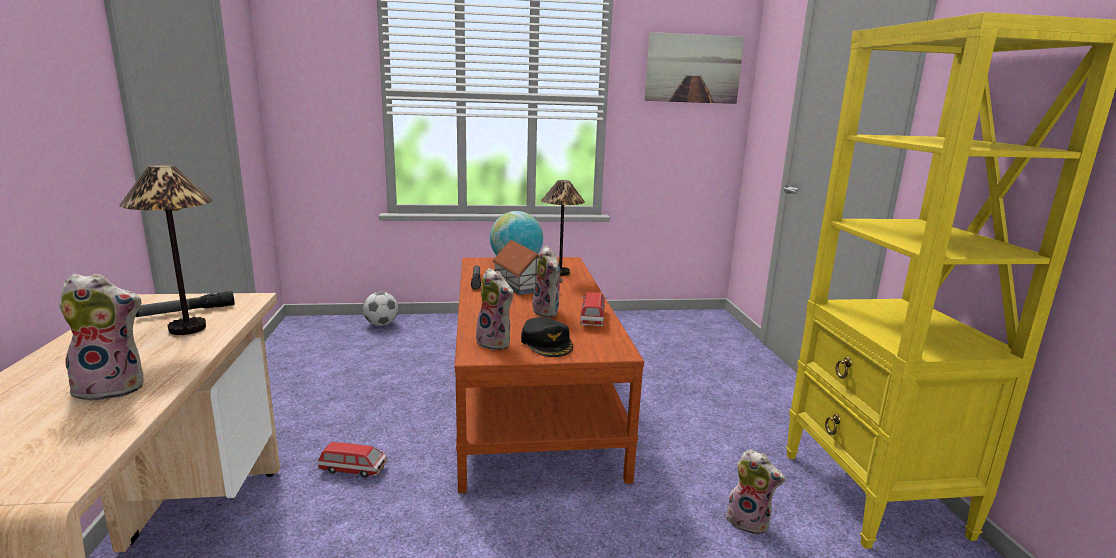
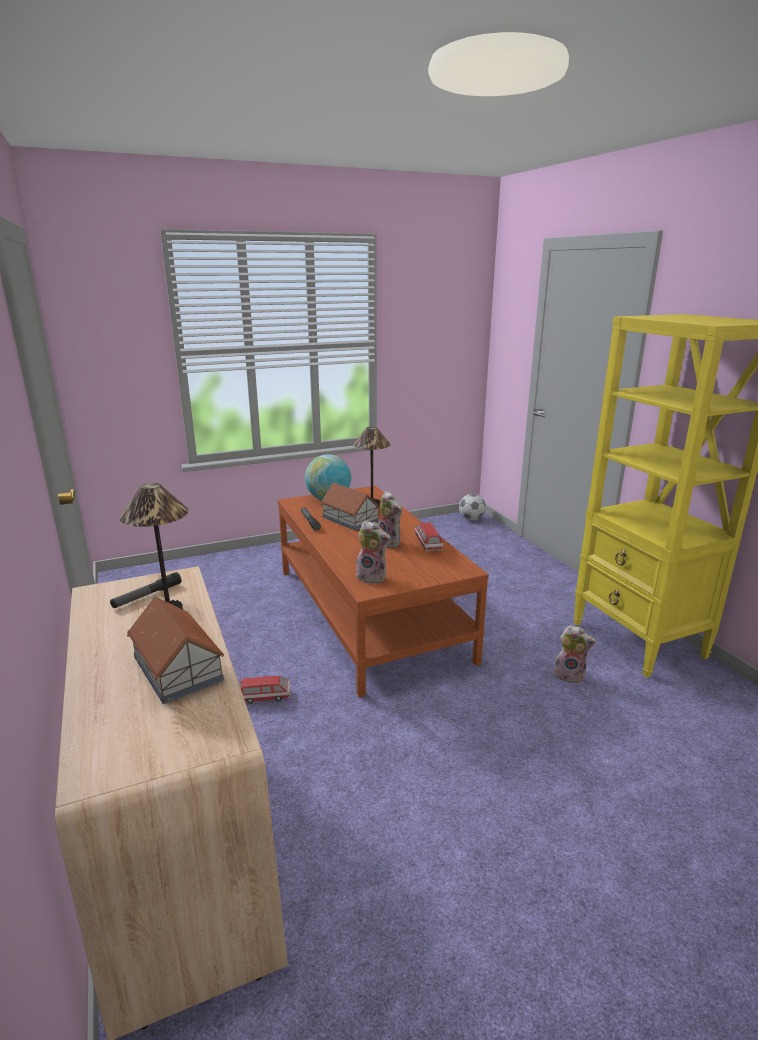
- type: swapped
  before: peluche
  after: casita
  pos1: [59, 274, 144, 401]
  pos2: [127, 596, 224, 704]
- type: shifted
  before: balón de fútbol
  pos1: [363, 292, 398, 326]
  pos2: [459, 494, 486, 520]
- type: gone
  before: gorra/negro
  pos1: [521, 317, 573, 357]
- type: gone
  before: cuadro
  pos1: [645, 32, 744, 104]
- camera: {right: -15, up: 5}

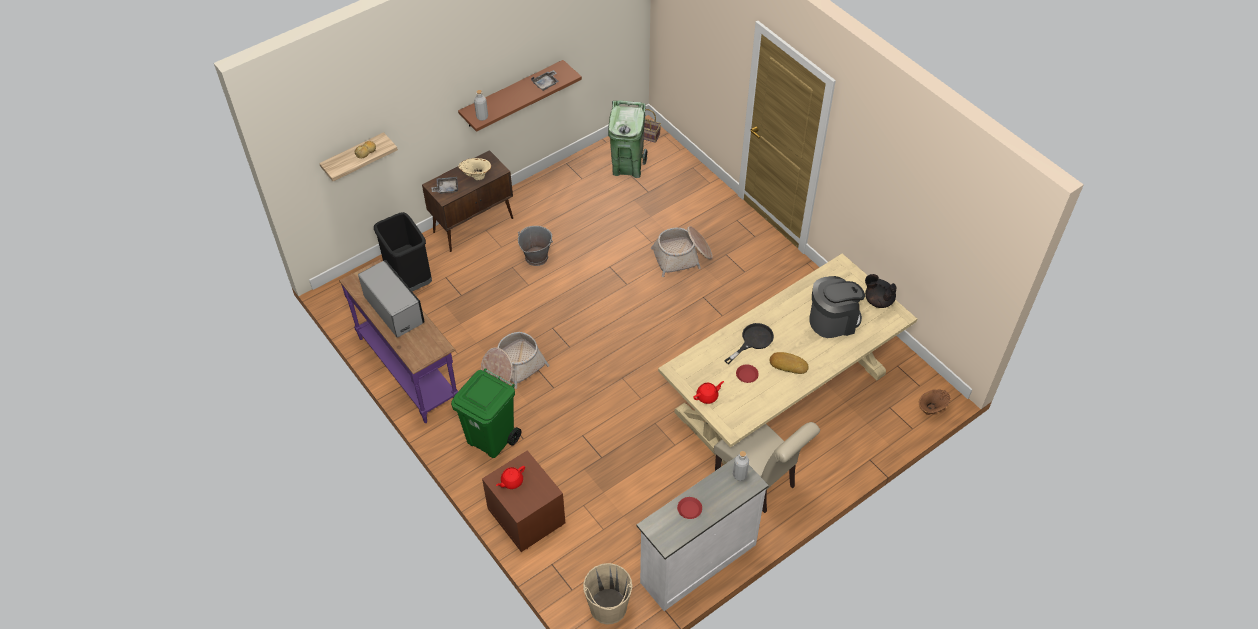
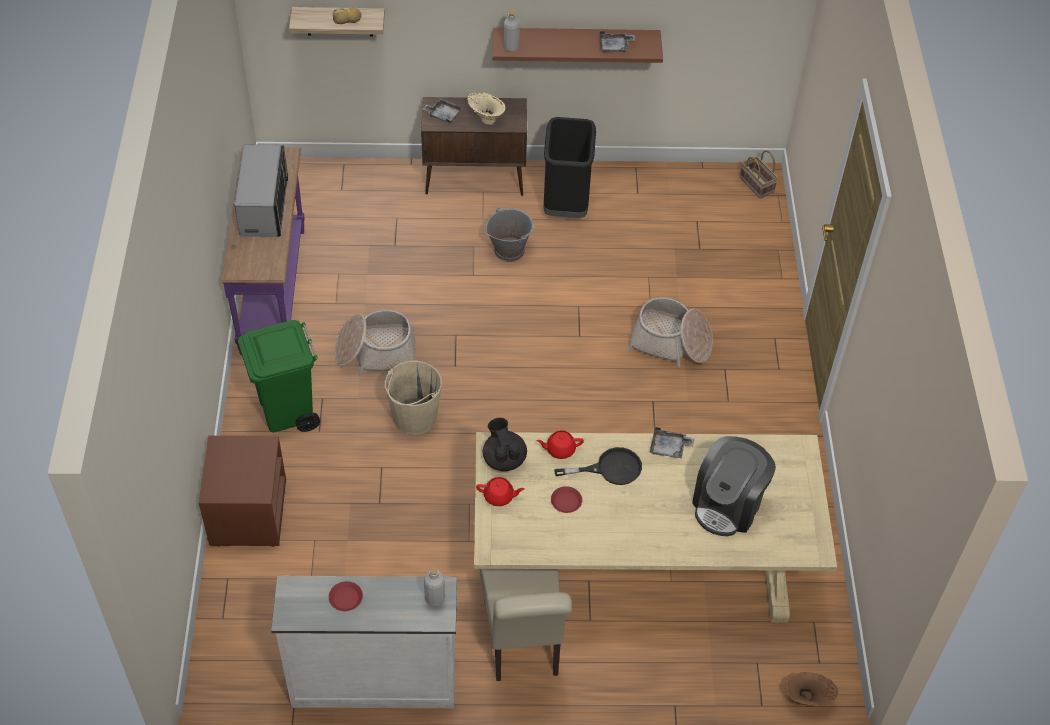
- type: shifted
  before: papelera/negro
  pos1: [374, 212, 432, 291]
  pos2: [544, 117, 596, 218]
- type: shifted
  before: tetera/rojo
  pos1: [496, 466, 525, 489]
  pos2: [536, 430, 584, 459]
- type: shifted
  before: cubo/beis
  pos1: [583, 563, 632, 625]
  pos2: [385, 361, 442, 435]
- type: gone
  before: papelera/verde
  pos1: [608, 101, 648, 178]
- type: gone
  before: pan
  pos1: [770, 352, 809, 374]
- type: rotated
  before: cafetera
  pos1: [809, 276, 865, 338]
  pos2: [692, 436, 776, 536]
  turn: 105
- type: shifted
  before: tetera/negro
  pos1: [865, 274, 896, 308]
  pos2: [483, 418, 527, 471]
- type: new
  after: bandeja/gris
  pos2: [650, 427, 694, 458]
- camera: {right: 35, up: 0}

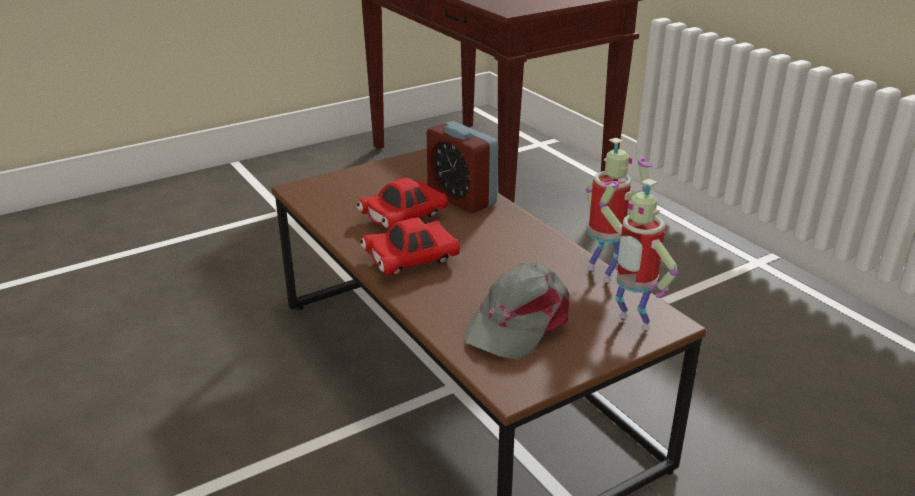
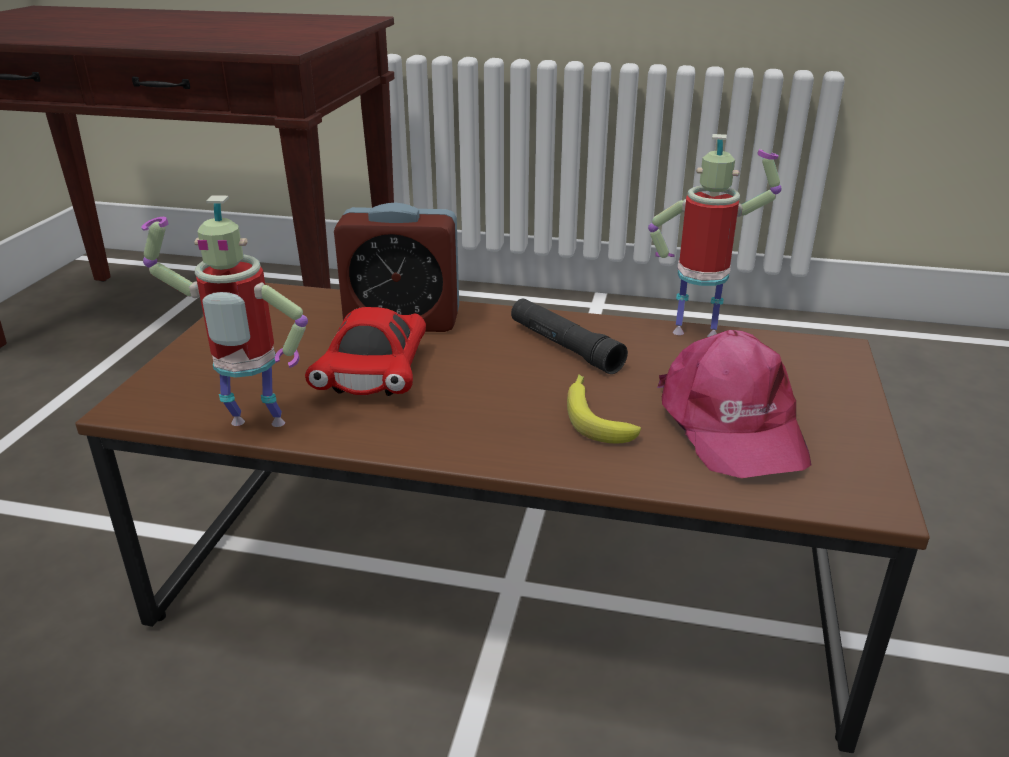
- type: gone
  before: coche de juguete/rojo
  pos1: [361, 218, 460, 275]
- type: repainted
  before: gorra/gris
  after: gorra/rosa
  pos1: [465, 263, 569, 360]
  pos2: [657, 330, 811, 478]
- type: shifted
  before: robot de juguete
  pos1: [599, 178, 678, 330]
  pos2: [141, 195, 308, 427]
- type: new
  after: linterna/negro
  pos2: [511, 299, 628, 374]
- type: new
  after: plátano
  pos2: [567, 374, 641, 444]
- camera: {right: -45, up: 0}

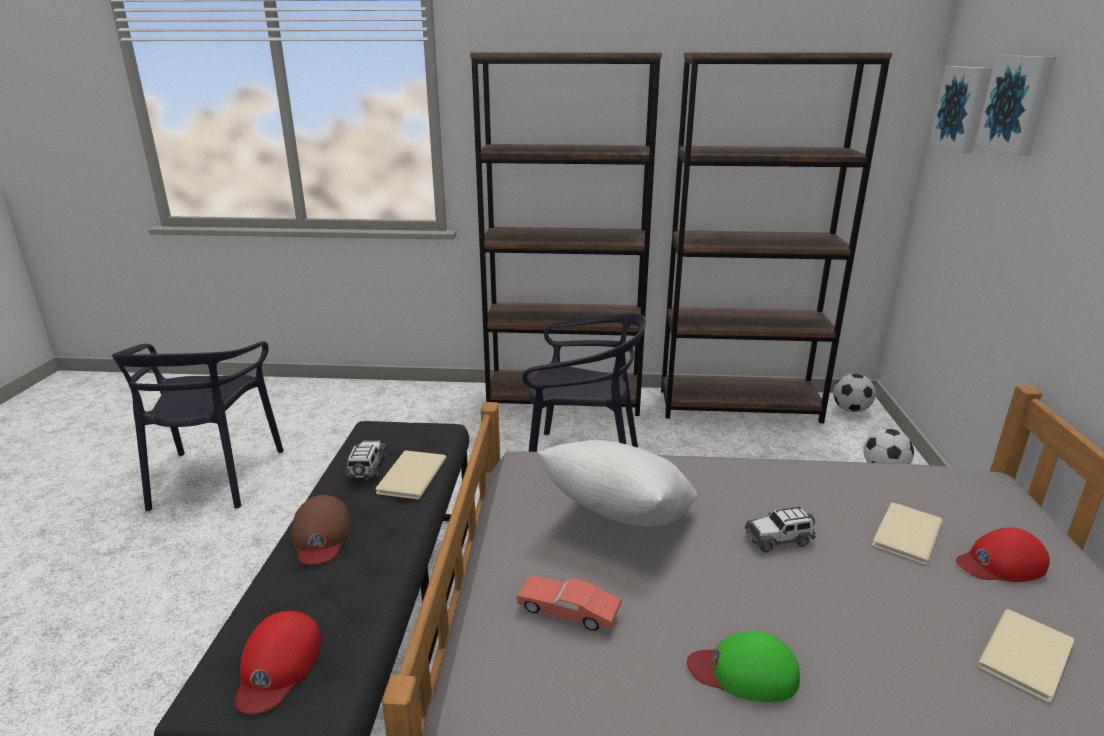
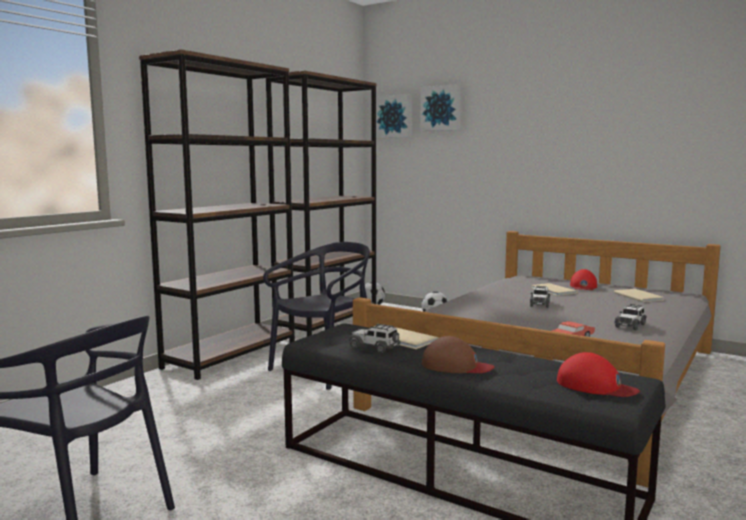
- type: gone
  before: cojín/blanco
  pos1: [538, 440, 698, 526]
- type: swapped
  before: gorra/verde
  after: coche de juguete
  pos1: [687, 631, 800, 702]
  pos2: [614, 304, 646, 330]
- camera: {right: -60, up: -15}

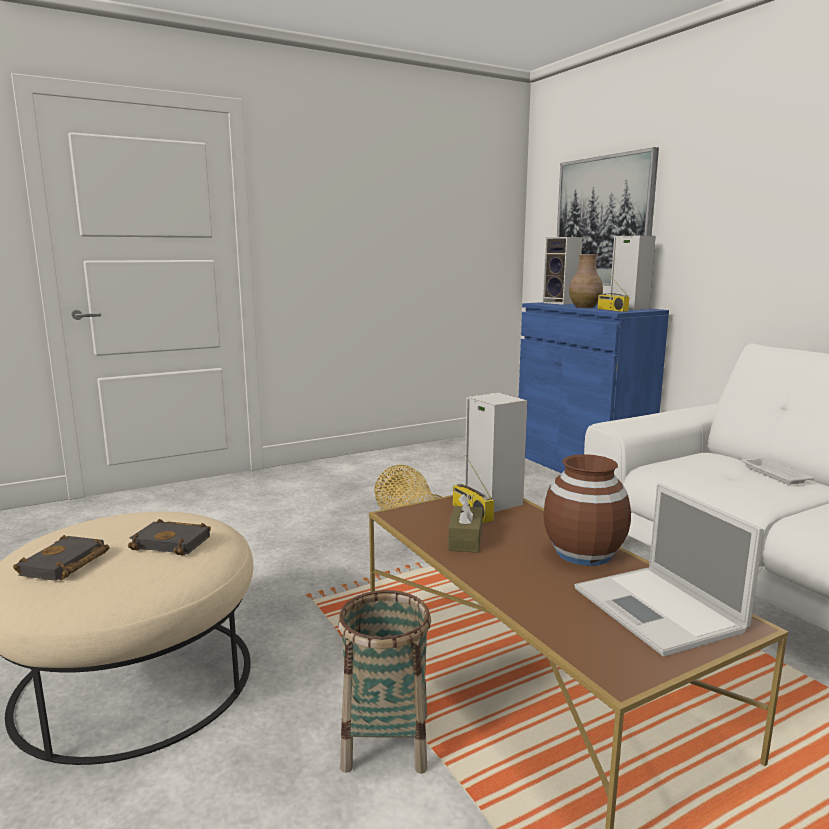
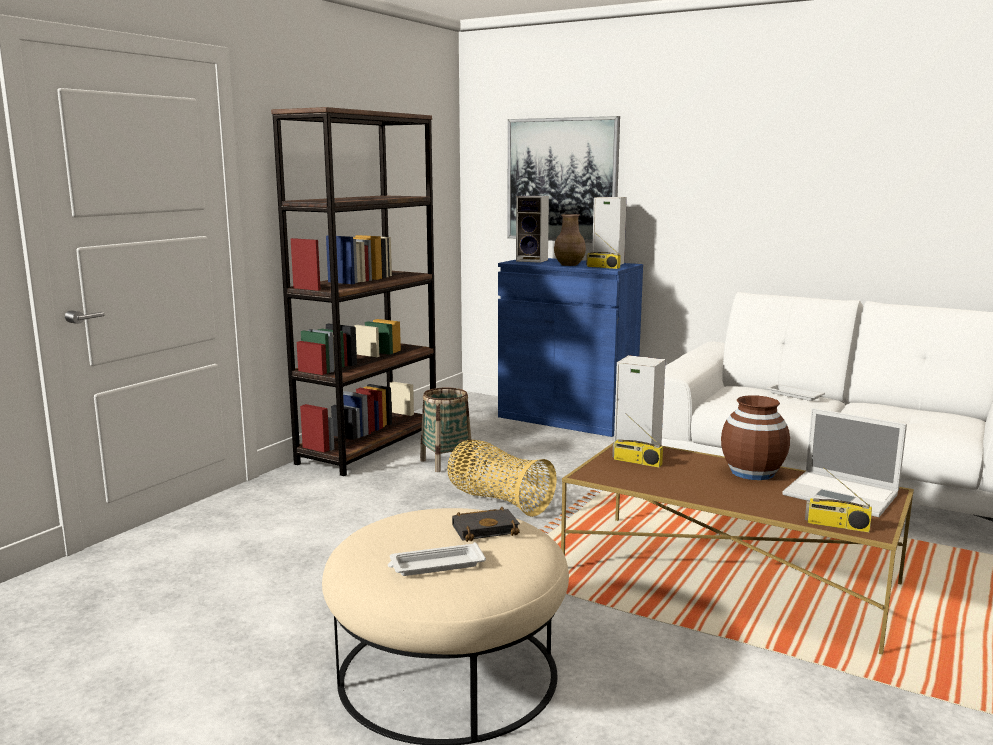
- type: swapped
  before: libro/negro
  after: bandeja/blanco
  pos1: [13, 535, 110, 581]
  pos2: [388, 542, 486, 576]
- type: shifted
  before: cesta
  pos1: [338, 590, 431, 774]
  pos2: [420, 387, 473, 472]
- type: gone
  before: caja de pañuelos/marrón
  pos1: [448, 494, 483, 553]
- type: new
  after: estantería/marrón
  pos2: [271, 107, 436, 476]
- type: new
  after: radio
  pos2: [805, 467, 872, 532]
- camera: {right: -30, up: 0}

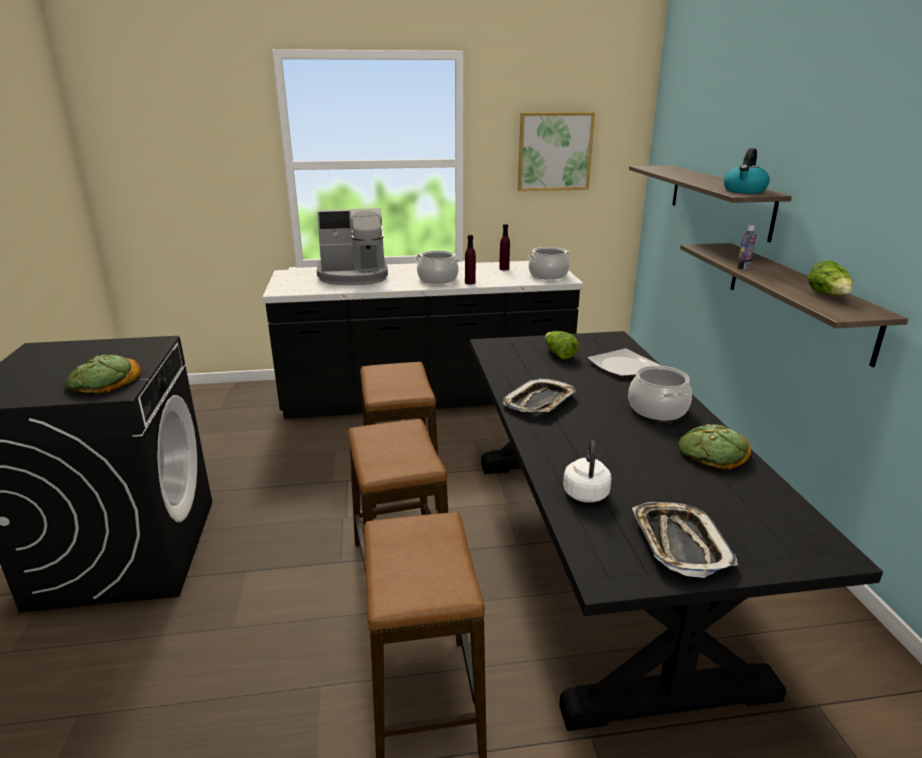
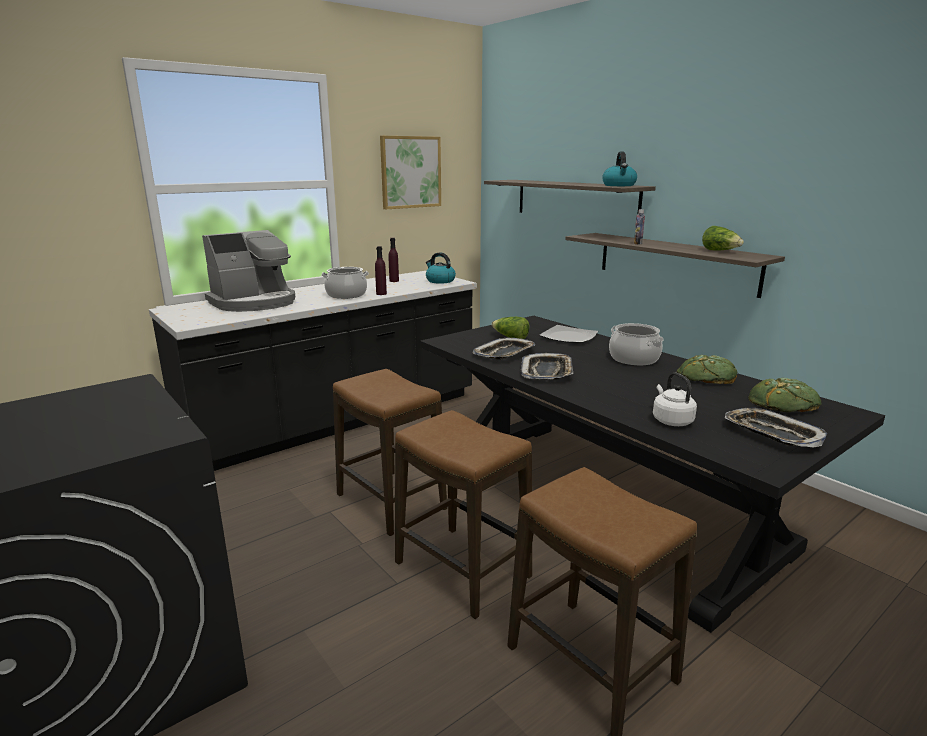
- type: shifted
  before: pan
  pos1: [65, 355, 141, 393]
  pos2: [748, 378, 821, 412]
- type: swapped
  before: olla
  after: hervidor
  pos1: [528, 247, 571, 280]
  pos2: [426, 252, 456, 284]
- type: new
  after: bandeja
  pos2: [473, 337, 535, 360]
- camera: {right: -30, up: -5}

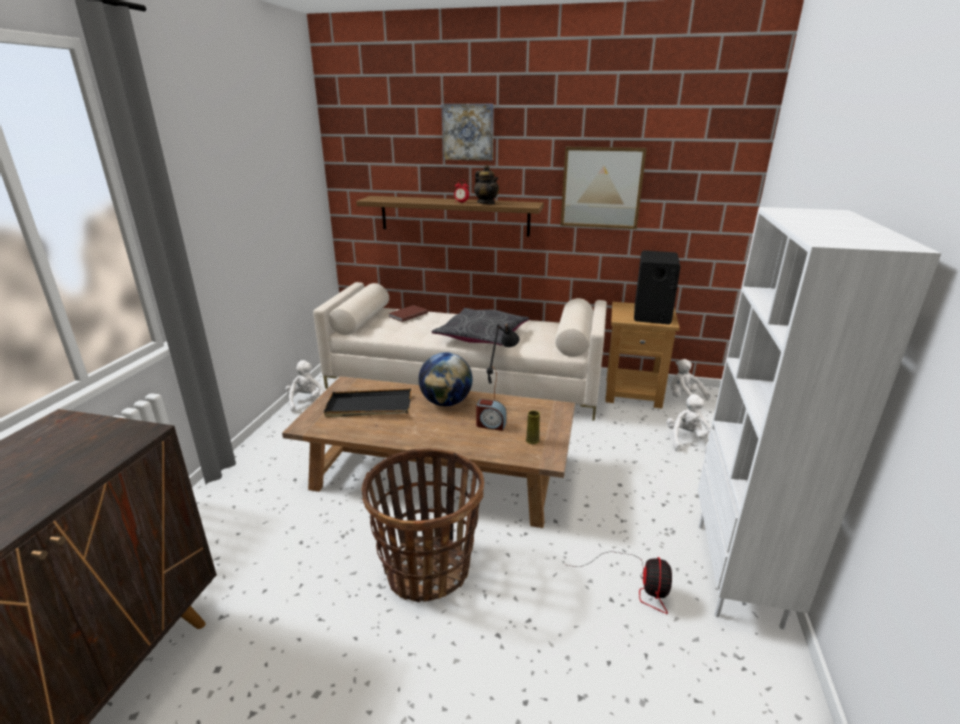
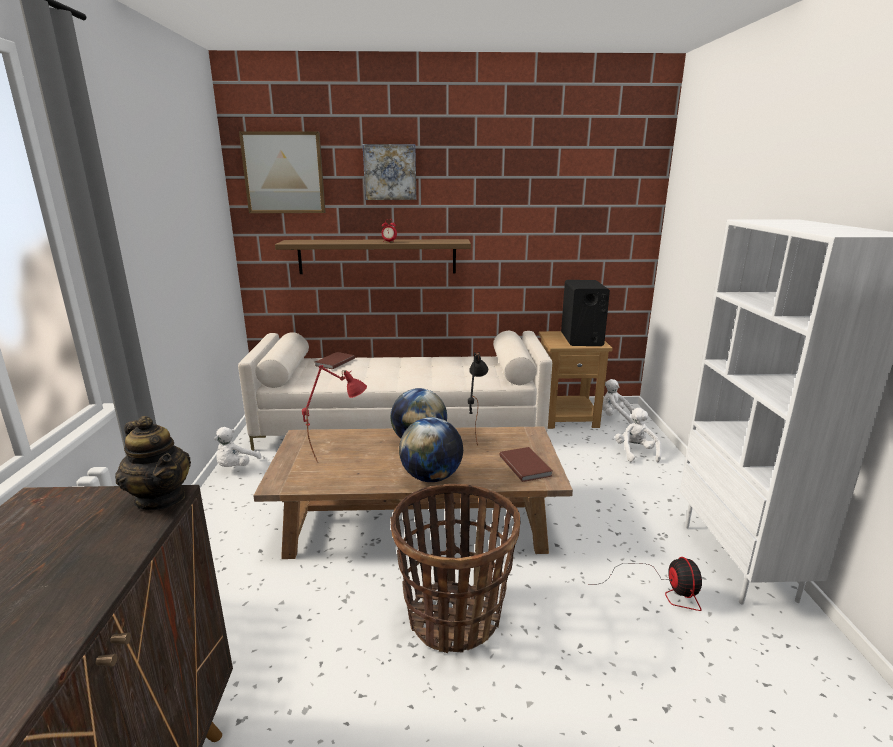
- type: rotated
  before: peluche/blanco
  pos1: [285, 360, 324, 411]
  pos2: [214, 427, 262, 467]
  turn: -135
- type: swapped
  before: bandeja/negro
  after: lámpara de mesa/rojo
  pos1: [324, 388, 411, 418]
  pos2: [302, 365, 367, 462]
- type: gone
  before: cojín/gris
  pos1: [432, 308, 529, 345]
- type: shifted
  before: tetera
  pos1: [474, 165, 499, 204]
  pos2: [115, 416, 191, 510]
- type: gone
  before: despertador
  pos1: [476, 399, 507, 431]
- type: swapped
  before: florero/amarillo
  after: libro/marrón
  pos1: [526, 410, 540, 444]
  pos2: [499, 447, 553, 482]
- type: shifted
  before: cuadro
  pos1: [560, 147, 647, 229]
  pos2: [239, 131, 326, 213]
- type: new
  after: globo terráqueo
  pos2: [399, 417, 463, 482]
- camera: {right: -15, up: -5}

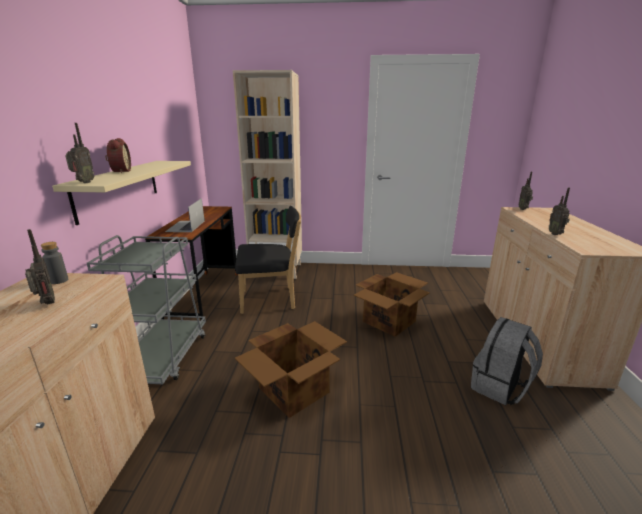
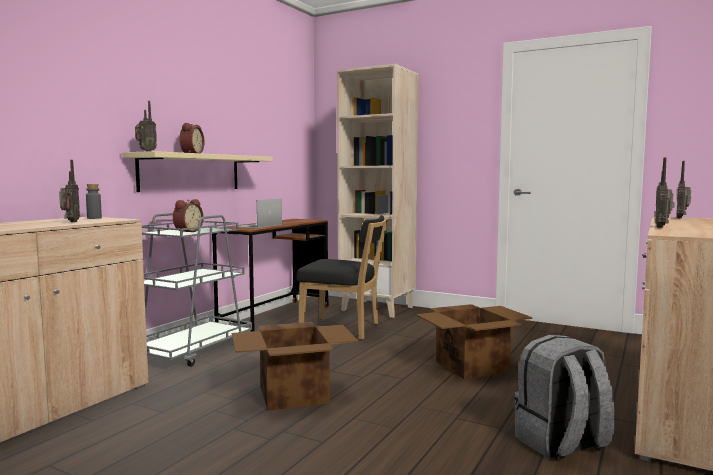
- type: new
  after: despertador
  pos2: [173, 199, 204, 232]
- camera: {right: 25, up: -15}

